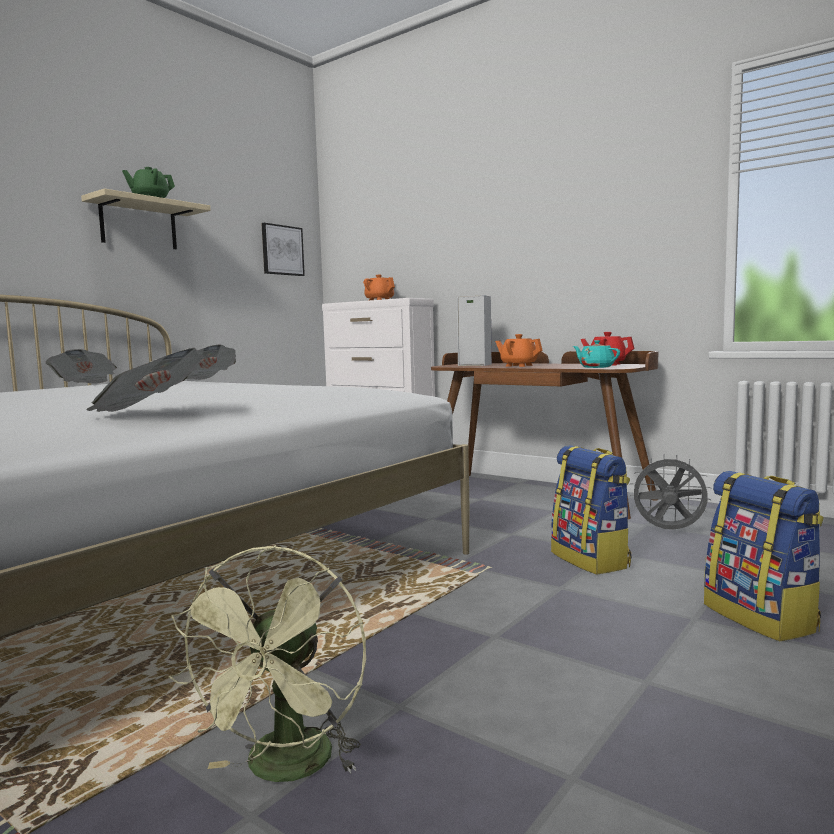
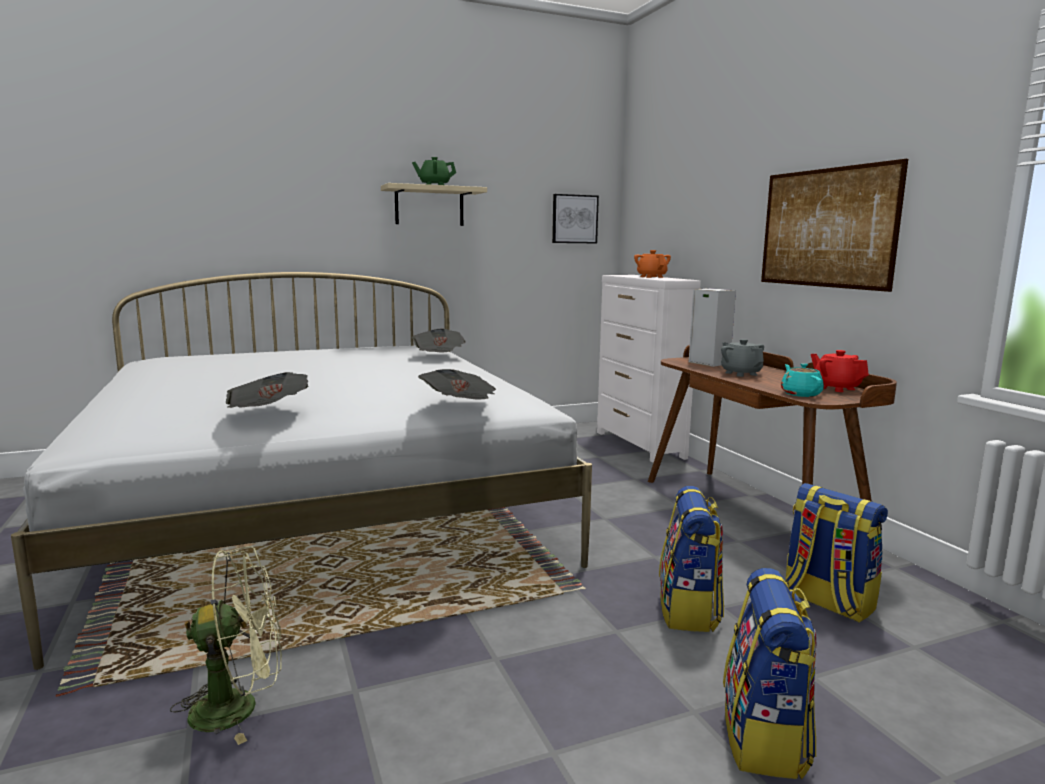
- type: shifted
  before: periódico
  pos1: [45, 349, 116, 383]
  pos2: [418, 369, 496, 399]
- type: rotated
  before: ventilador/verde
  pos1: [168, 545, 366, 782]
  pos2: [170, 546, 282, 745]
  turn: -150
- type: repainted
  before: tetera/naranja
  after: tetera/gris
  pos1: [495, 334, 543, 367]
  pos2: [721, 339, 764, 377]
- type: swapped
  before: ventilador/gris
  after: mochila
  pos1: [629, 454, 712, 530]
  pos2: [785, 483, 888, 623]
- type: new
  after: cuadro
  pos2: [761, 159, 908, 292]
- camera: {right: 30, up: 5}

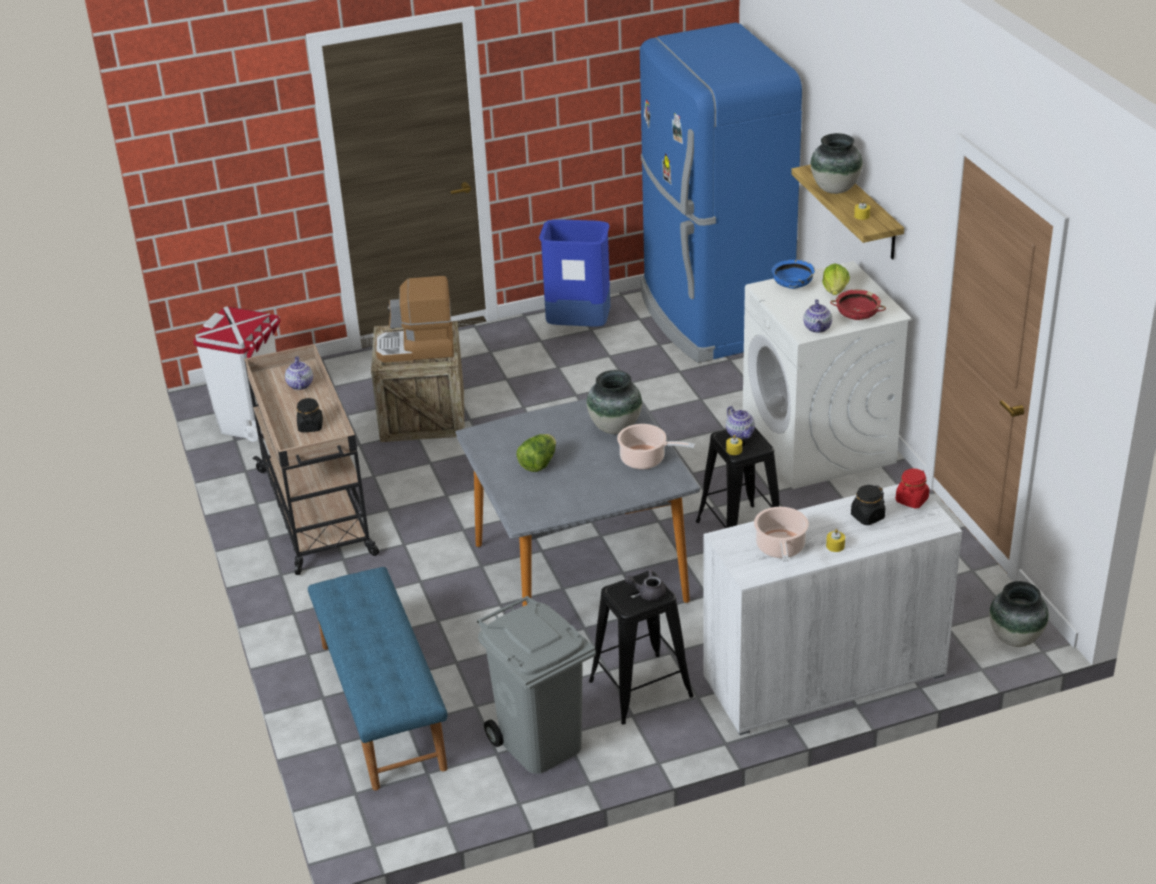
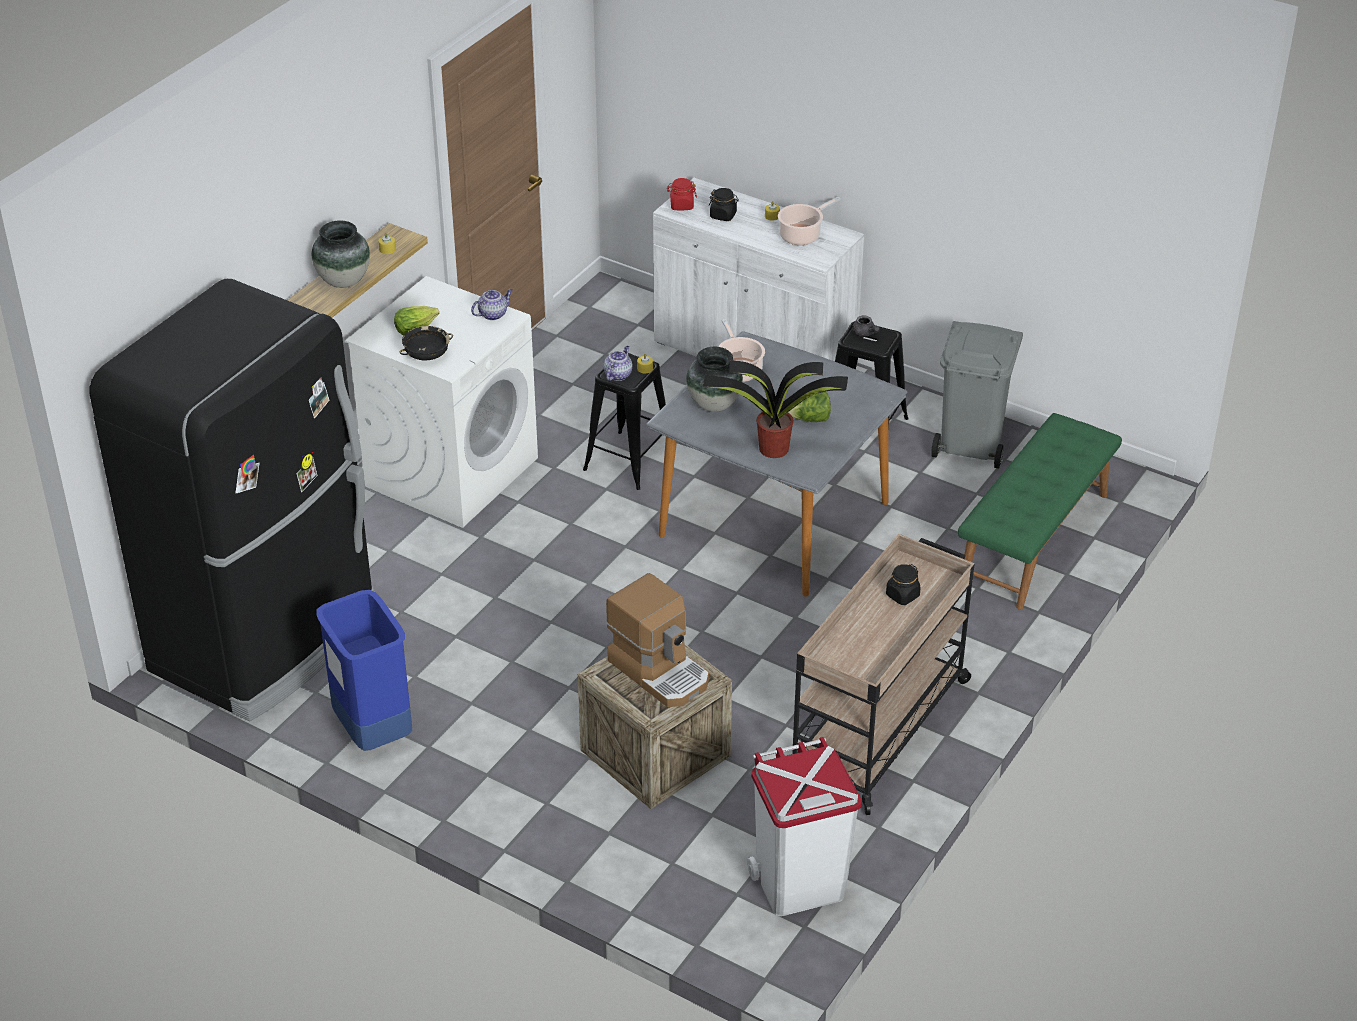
- type: gone
  before: tetera
  pos1: [285, 356, 313, 390]
- type: repainted
  before: banco/azul
  after: banco/verde
  pos1: [308, 567, 448, 791]
  pos2: [958, 413, 1122, 609]
- type: repainted
  before: nevera/azul
  after: nevera/negro
  pos1: [640, 22, 802, 363]
  pos2: [89, 279, 376, 721]
- type: repainted
  before: cuenco/azul
  after: cuenco/negro
  pos1: [772, 260, 815, 289]
  pos2: [399, 326, 453, 360]
- type: gone
  before: cuenco/rojo
  pos1: [830, 290, 886, 320]
- type: gone
  before: florero
  pos1: [989, 581, 1049, 647]
- type: new
  after: planta en maceta
  pos2: [703, 361, 848, 458]
- camera: {right: -130, up: 5}

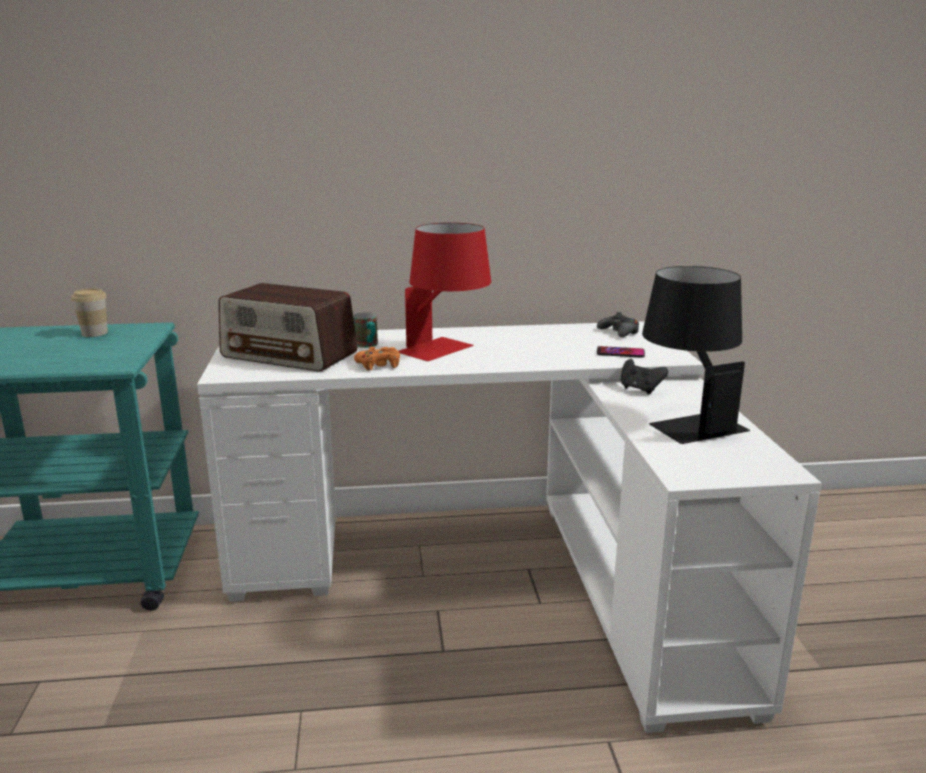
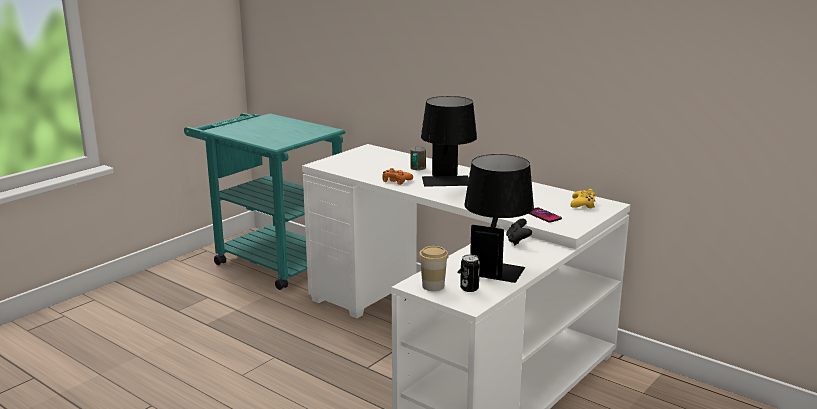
- type: shifted
  before: taza
  pos1: [71, 288, 108, 337]
  pos2: [419, 246, 449, 291]
- type: gone
  before: radio
  pos1: [219, 283, 358, 372]
- type: repainted
  before: lámpara de mesa/rojo
  after: lámpara de mesa/negro
  pos1: [399, 223, 491, 361]
  pos2: [421, 96, 477, 187]
- type: repainted
  before: mando de consola/negro
  after: mando de consola/amarillo
  pos1: [597, 312, 639, 337]
  pos2: [570, 189, 595, 208]
- type: new
  after: lata
  pos2: [460, 255, 480, 292]
- camera: {right: 45, up: 0}

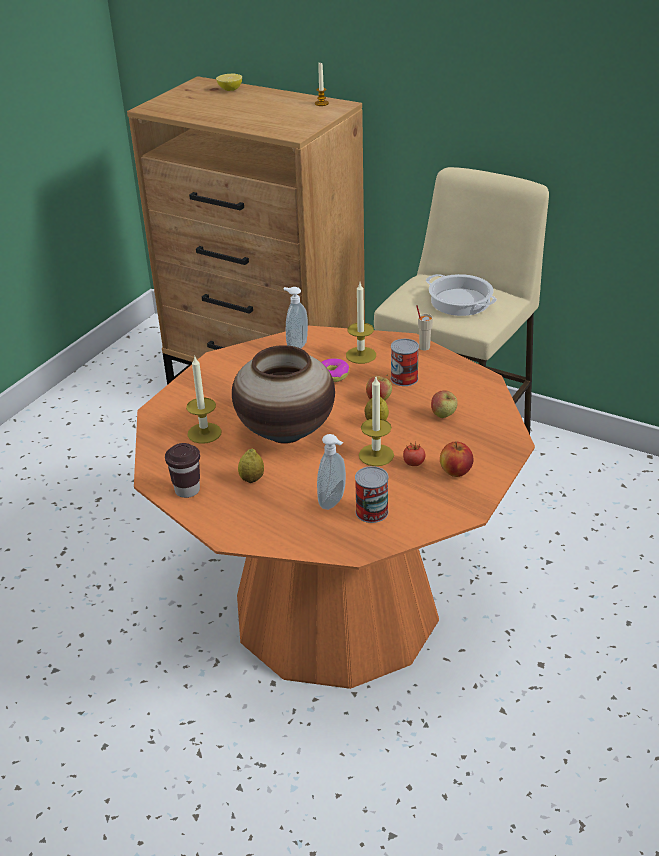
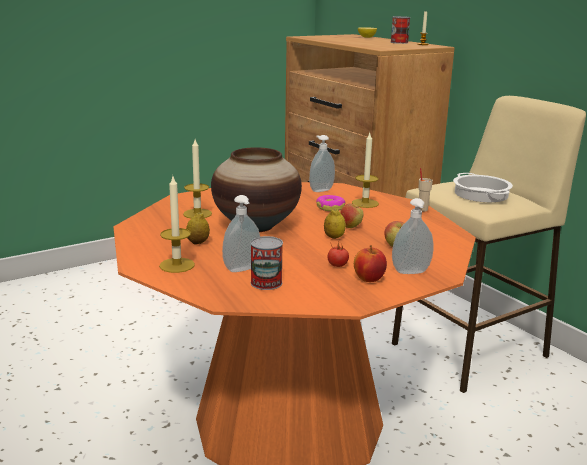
- type: gone
  before: taza/marrón
  pos1: [165, 443, 200, 498]
- type: shifted
  before: vela
  pos1: [359, 377, 394, 466]
  pos2: [159, 177, 195, 273]
- type: shifted
  before: lata
  pos1: [391, 339, 419, 386]
  pos2: [391, 16, 410, 44]
- type: new
  after: dispensador de jabón
  pos2: [392, 198, 433, 274]
- camera: {right: 25, up: -15}

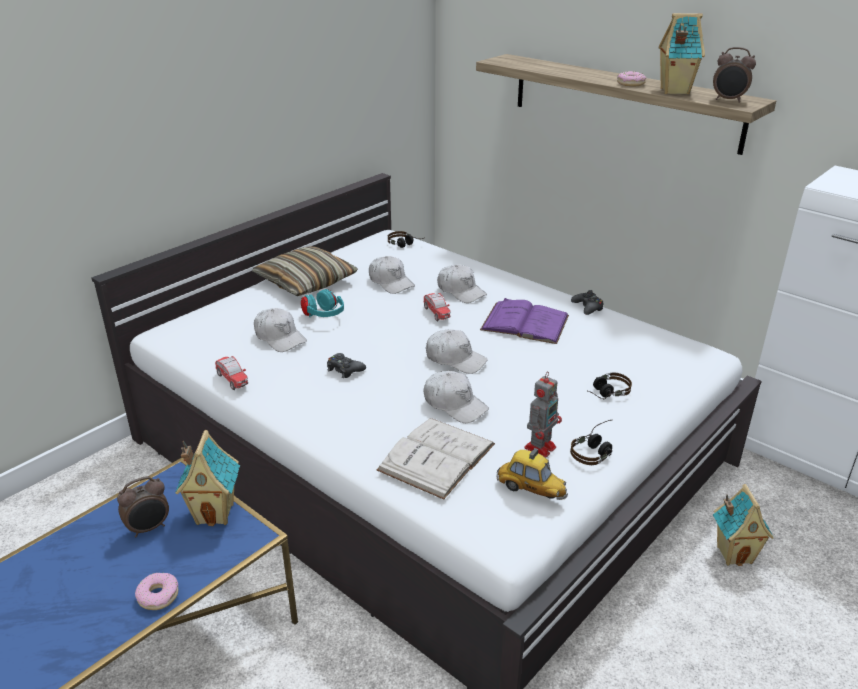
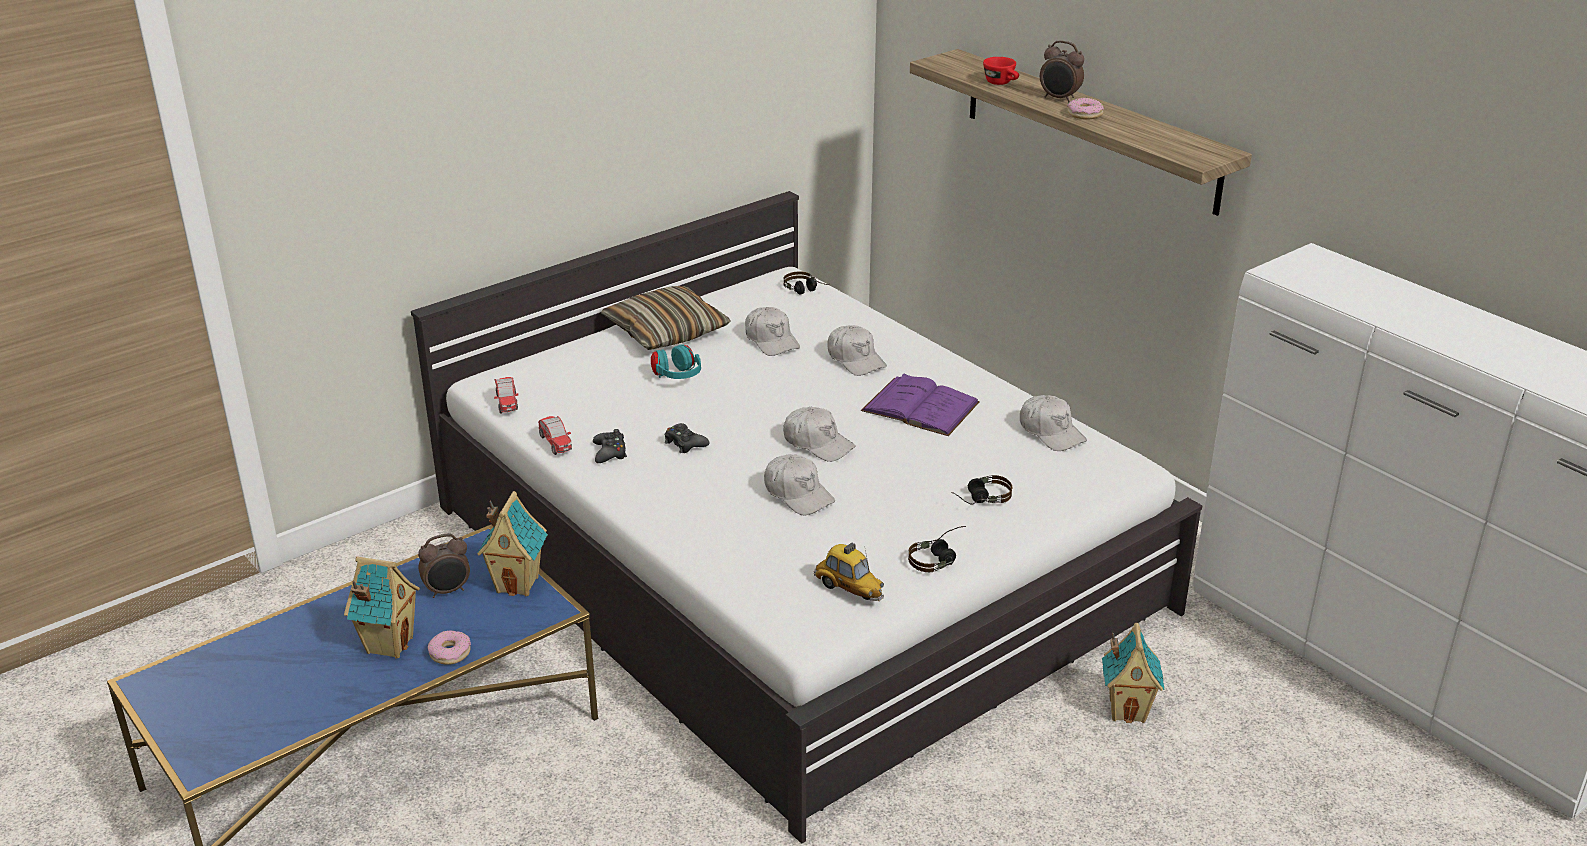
- type: shifted
  before: gorra/blanco
  pos1: [254, 308, 307, 352]
  pos2: [1020, 395, 1087, 451]
- type: gone
  before: libro/blanco
  pos1: [377, 418, 495, 500]
- type: shifted
  before: coche de juguete
  pos1: [423, 293, 451, 321]
  pos2: [494, 377, 519, 414]
- type: gone
  before: robot de juguete
  pos1: [524, 371, 562, 458]
- type: shifted
  before: mando de consola/negro
  pos1: [571, 290, 603, 315]
  pos2: [593, 429, 627, 463]
- type: shifted
  before: casita
  pos1: [658, 13, 705, 94]
  pos2: [344, 557, 420, 659]
- type: shifted
  before: despertador
  pos1: [713, 47, 756, 103]
  pos2: [1040, 40, 1084, 103]
- type: new
  after: taza/rojo
  pos2: [983, 57, 1019, 85]
- camera: {right: 10, up: 0}

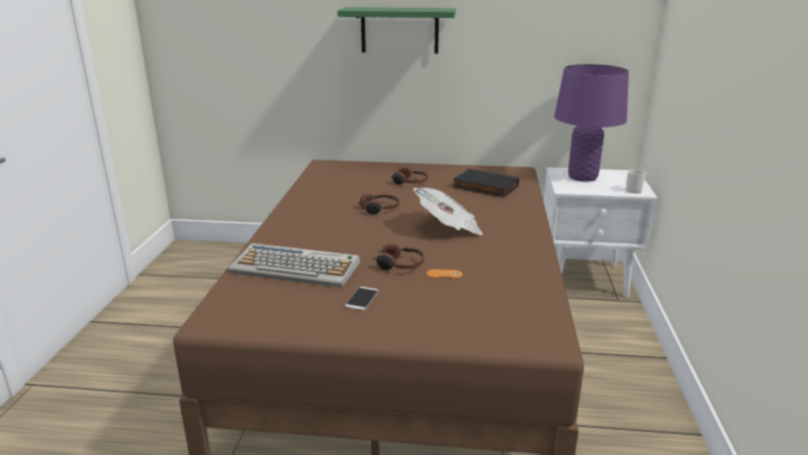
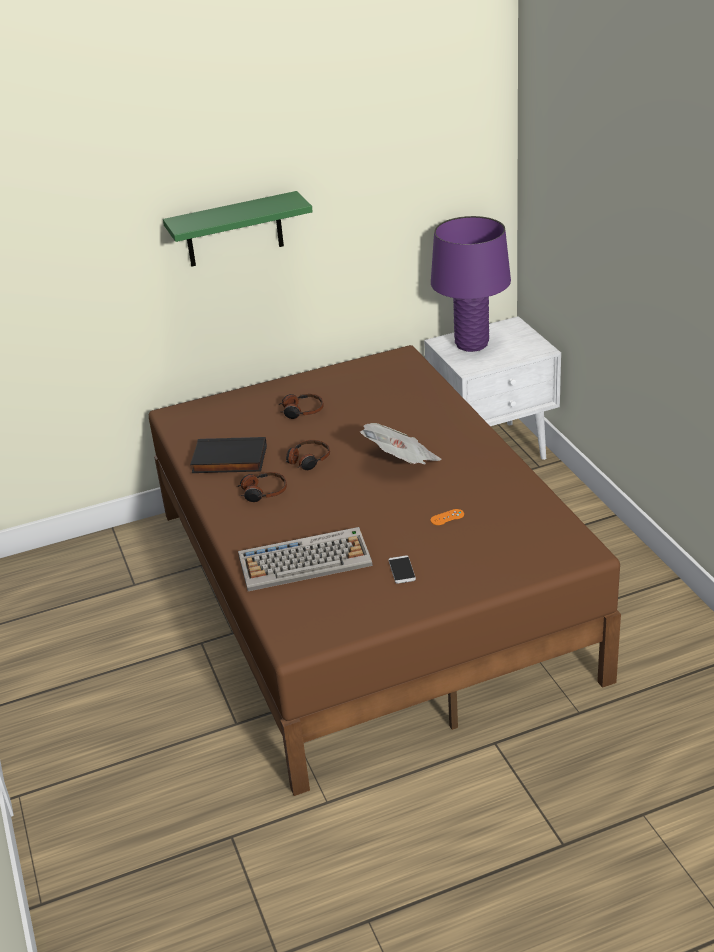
- type: shifted
  before: auriculares
  pos1: [374, 243, 425, 270]
  pos2: [237, 472, 287, 502]
- type: shifted
  before: libro/negro
  pos1: [452, 169, 519, 197]
  pos2: [190, 437, 267, 473]
- type: gone
  before: taza grande
  pos1: [626, 169, 646, 193]
- camera: {right: -25, up: 10}

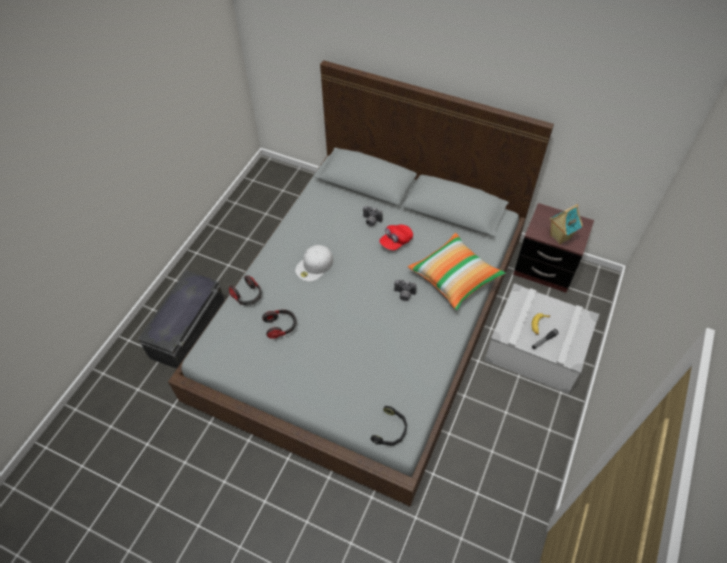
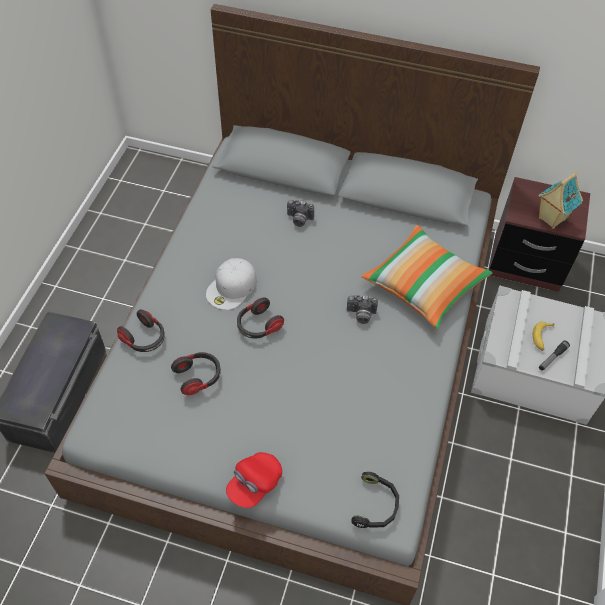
- type: shifted
  before: gorra/rojo
  pos1: [379, 225, 413, 250]
  pos2: [226, 452, 282, 508]
- type: new
  after: auriculares
  pos2: [237, 298, 284, 339]
- camera: {right: -10, up: 0}

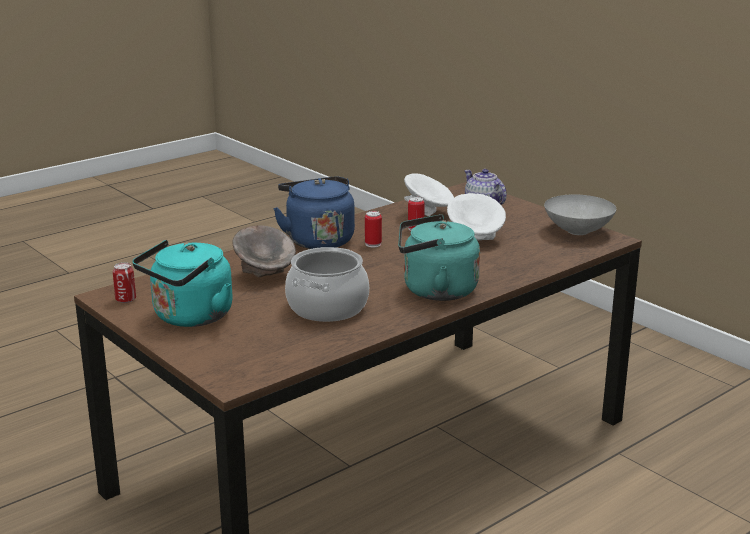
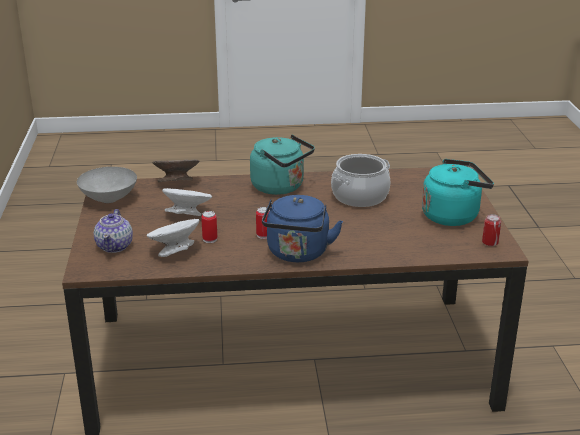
- type: shifted
  before: cuenco/gris
  pos1: [232, 225, 296, 277]
  pos2: [152, 160, 199, 182]
- camera: {right: -145, up: 5}

